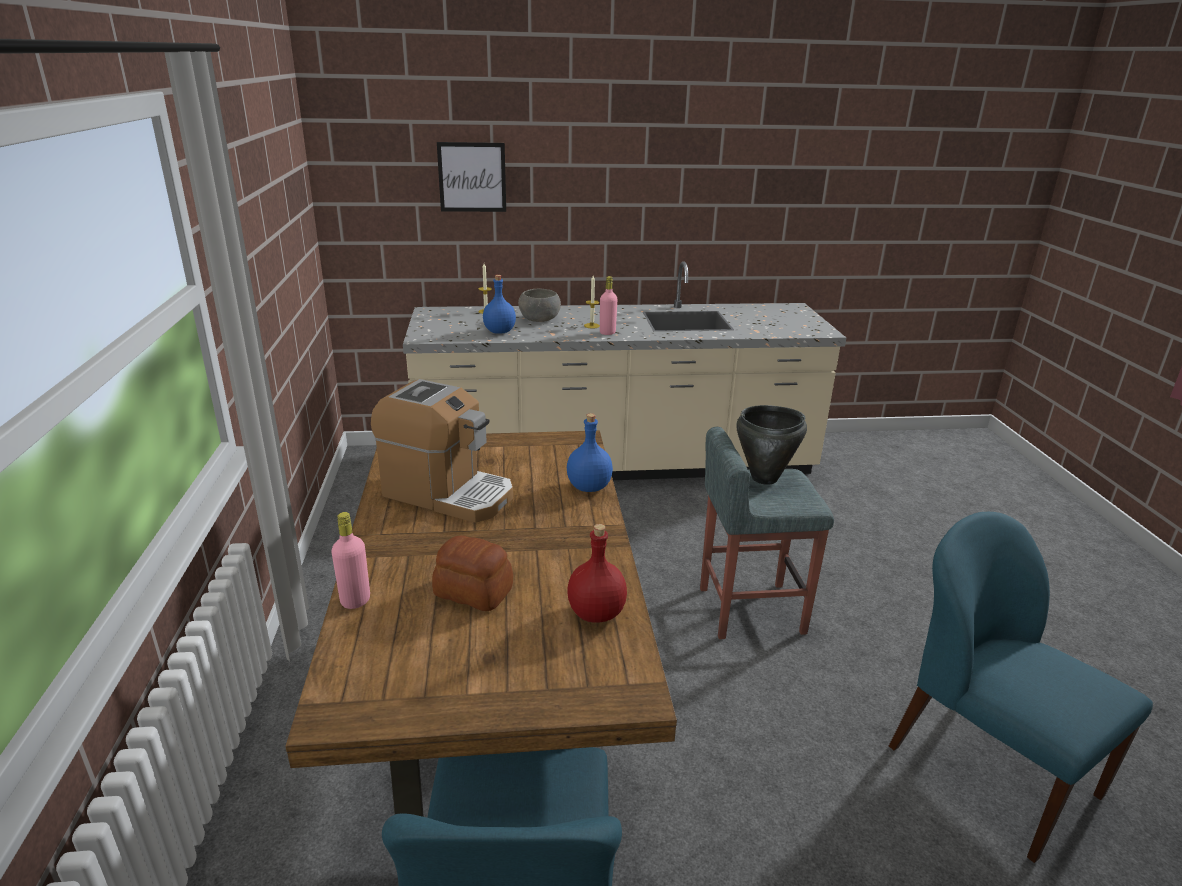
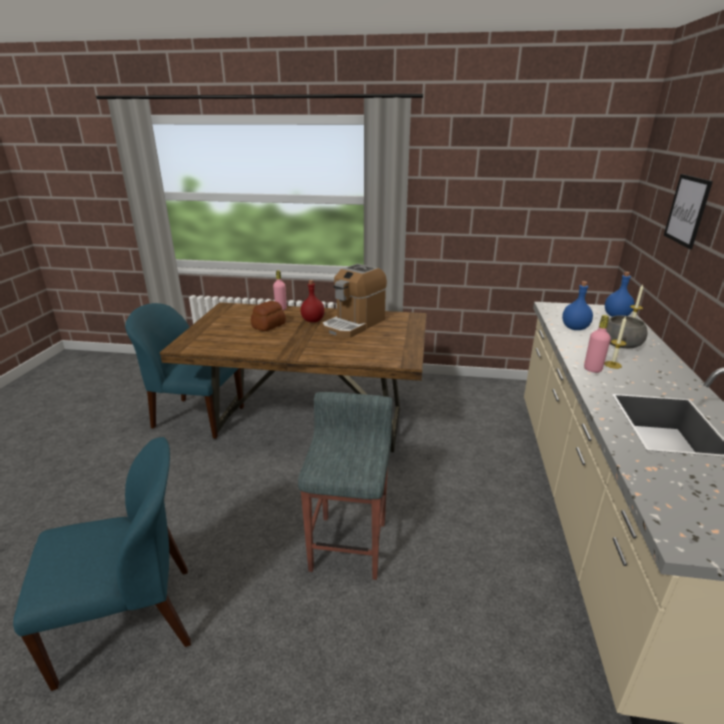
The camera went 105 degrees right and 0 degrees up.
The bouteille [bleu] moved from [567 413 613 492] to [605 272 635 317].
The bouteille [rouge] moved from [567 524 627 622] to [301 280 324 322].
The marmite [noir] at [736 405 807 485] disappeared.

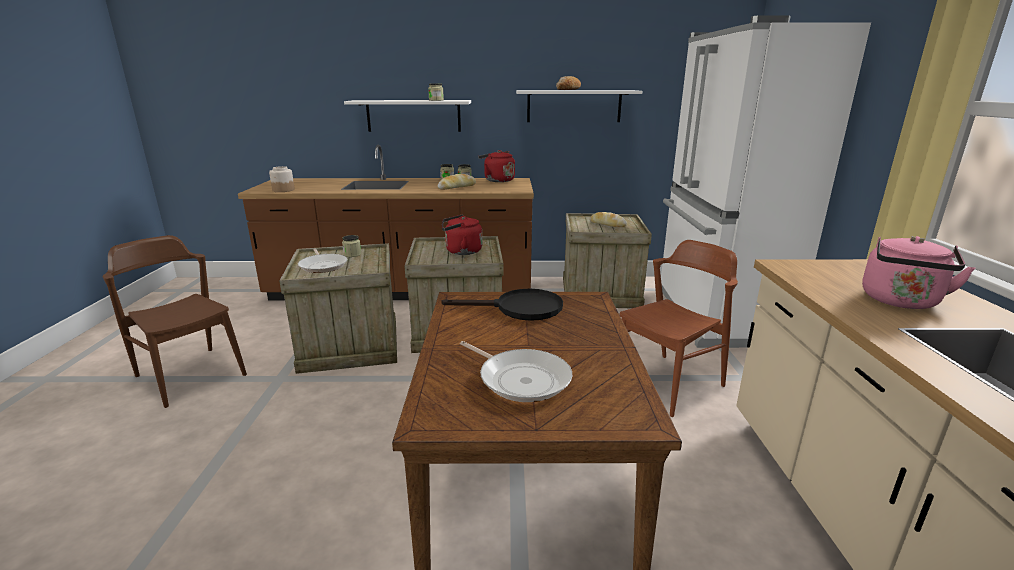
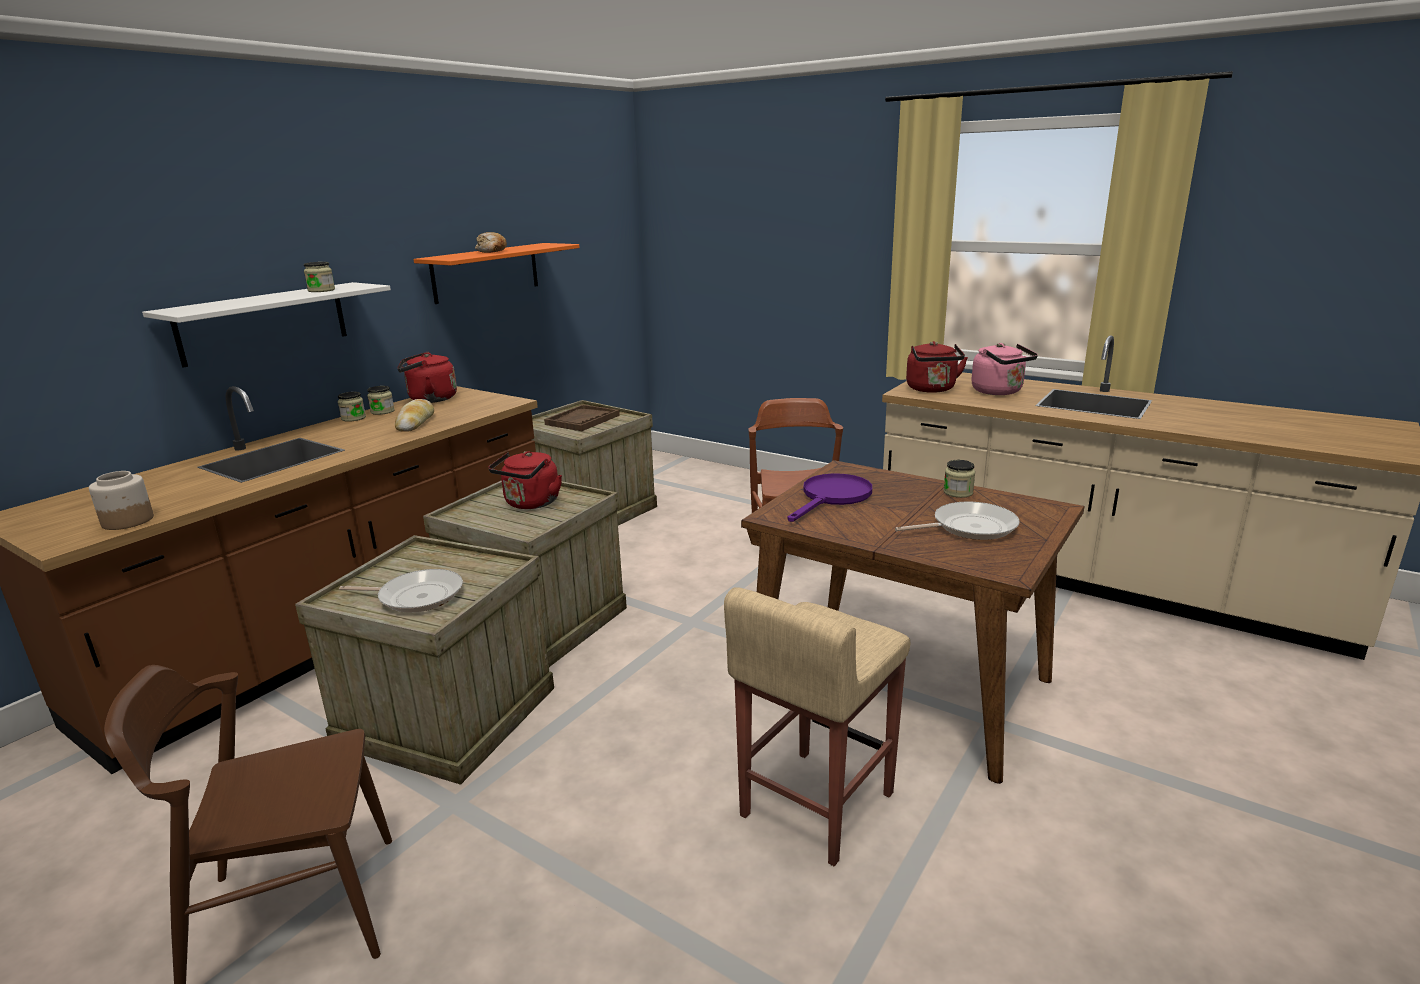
The camera went 55 degrees left and 0 degrees up.
The bocal moved from [342 235 361 257] to [943 460 975 498].
The poêle [noir] at [441 289 563 321] became the poêle [violet] at [787 473 872 522].
The étagère [blanc] at [516 90 642 122] became the étagère [orange] at [413 243 580 304].
The pain at [590 212 627 227] was replaced by the plateau [marron] at [544 404 620 431].
The réfrigérateur [blanc] at [661 16 871 348] disappeared.
The tabouret [beige] at [724 587 910 867] appeared.
The bouilloire [rouge] at [906 341 968 393] appeared.

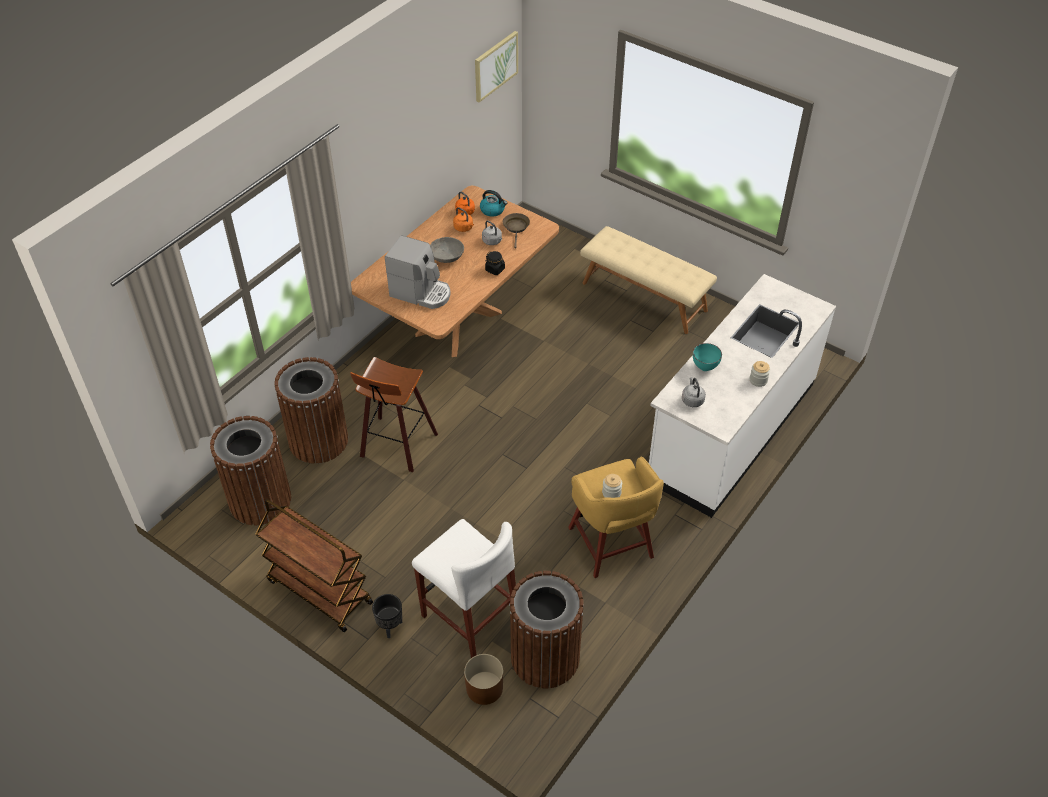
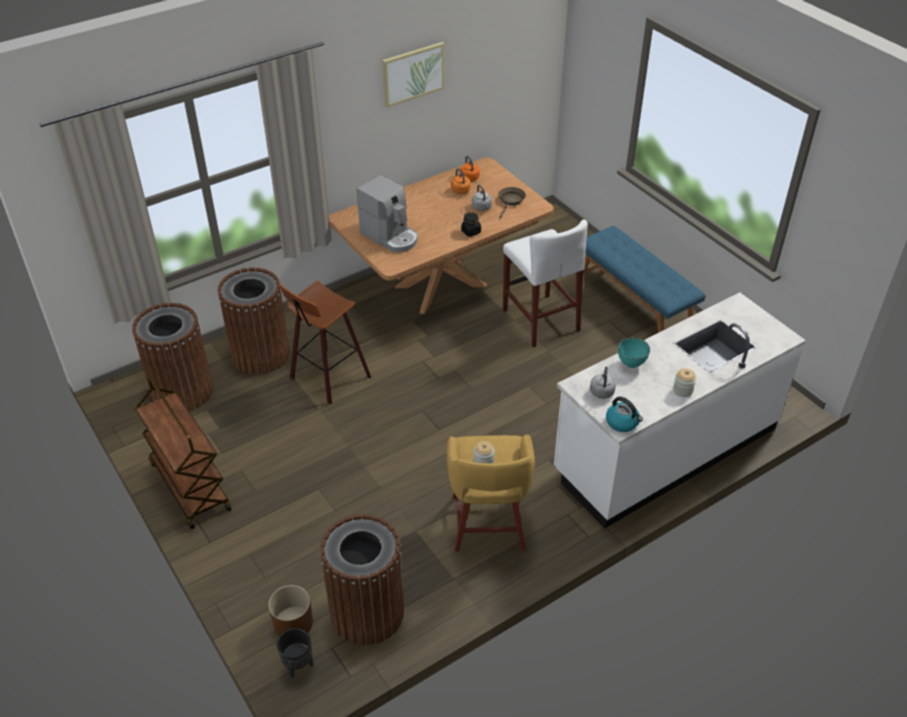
The camera went 20 degrees right and 5 degrees down.
The cache-pot [noir] moved from [372 594 402 638] to [277 628 313 679].
The tabouret [blanc] moved from [412 519 516 658] to [503 220 588 348].
The bol [gris] at [430 237 464 263] disappeared.
The tableau moved from [475 31 518 103] to [382 42 445 108].
The bouilloire moved from [480 190 507 217] to [606 397 643 432].
The banc [beige] at [580 226 717 334] became the banc [bleu] at [583 226 706 333].

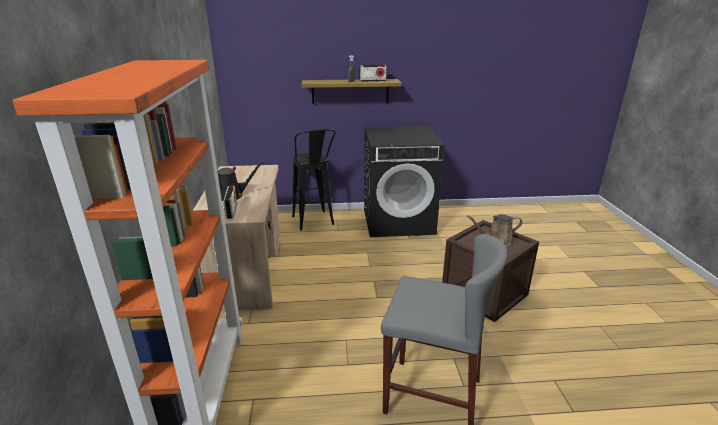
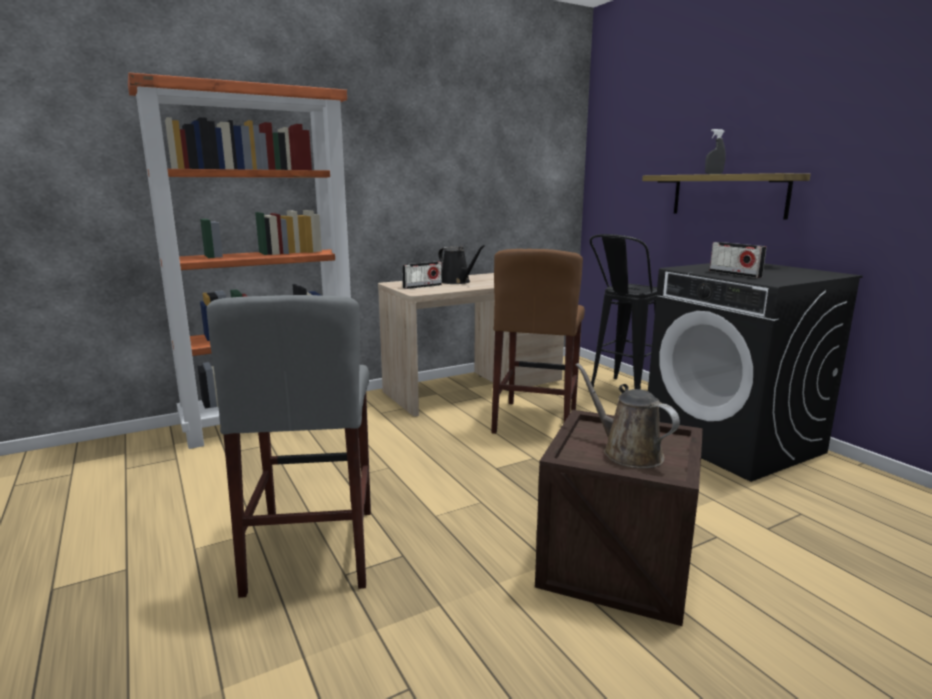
The camera went 65 degrees right and 10 degrees down.
The radio moved from [360 65 387 82] to [710 242 767 278].
The tabouret [marron] at [491 249 585 434] appeared.

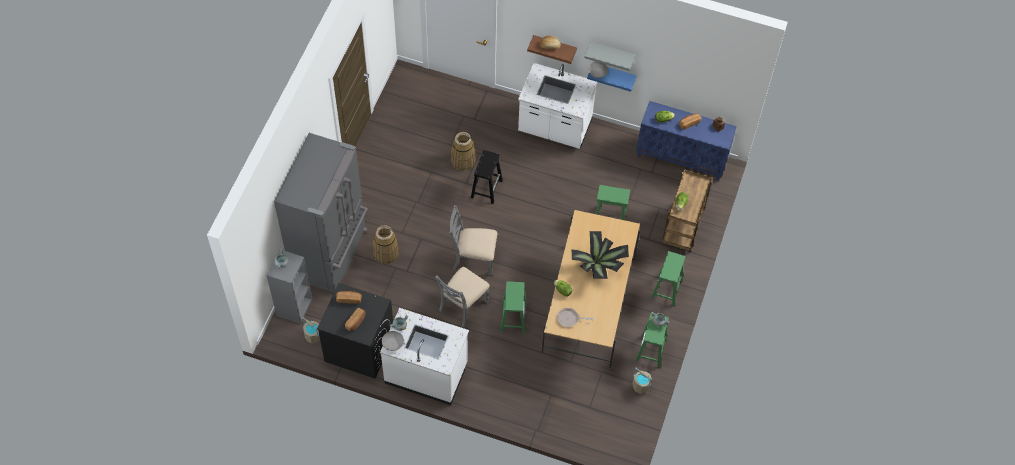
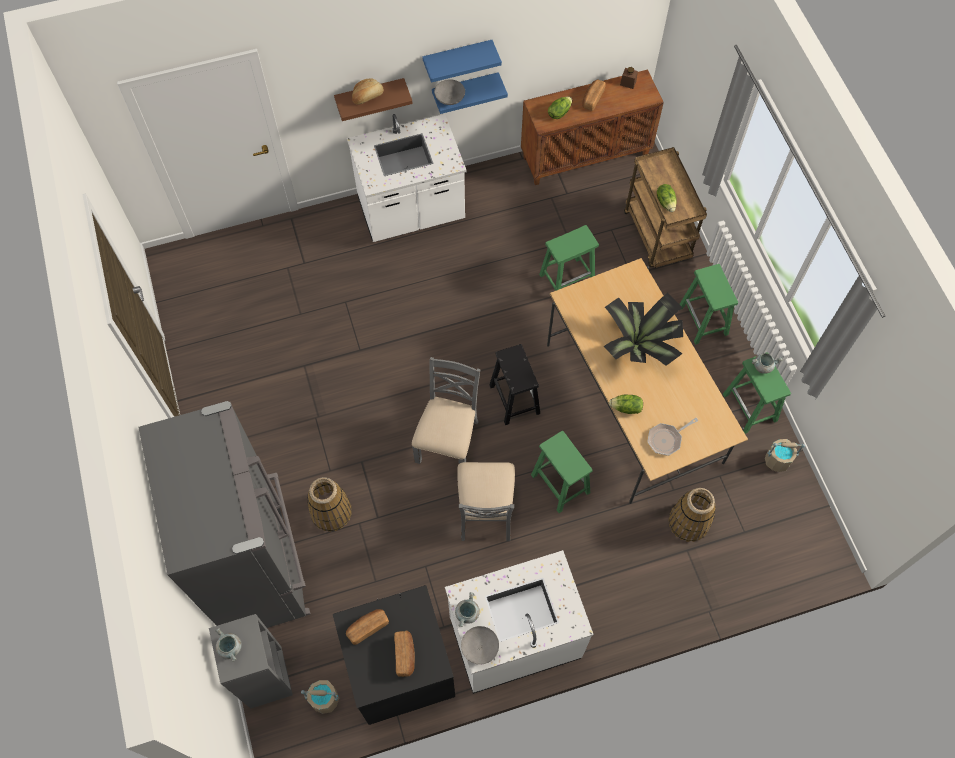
The camera went 35 degrees left and 5 degrees up.
The chaise [gris] at [449 205 497 276] turned 135 degrees clockwise.
The panier moved from [451 132 476 171] to [668 488 716 542].
The tabouret [noir] moved from [471 150 502 204] to [490 344 540 425].
The étagère [gris] at [585 42 635 71] became the étagère [bleu] at [422 40 502 83].
The meuble de rangement [bleu] at [636 101 737 181] became the meuble de rangement [marron] at [521 69 664 185].

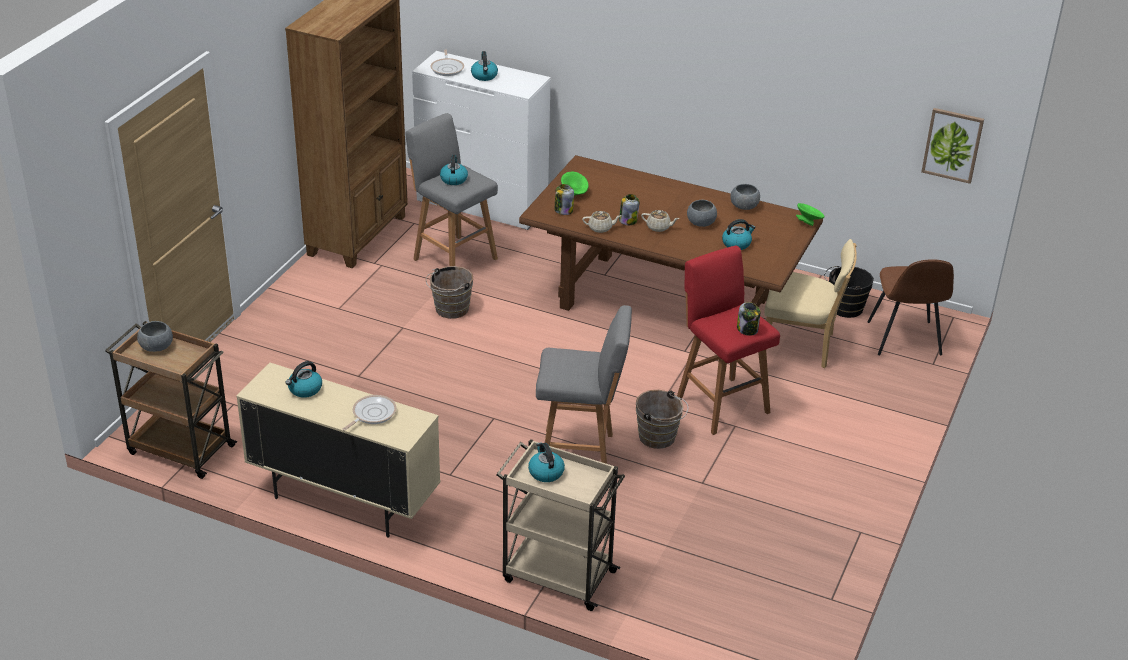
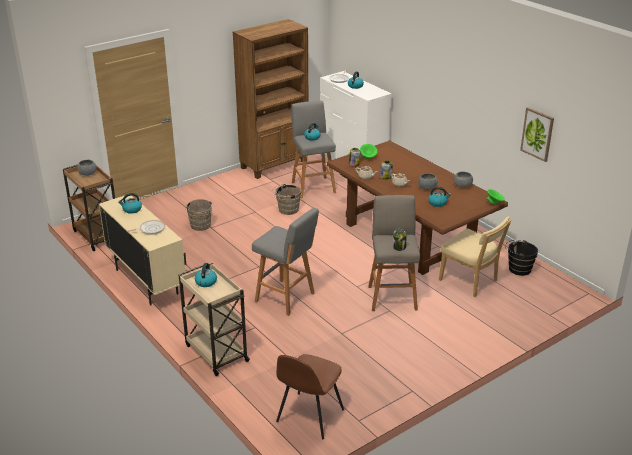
The camera went 30 degrees right and 5 degrees down.
The seau [marron] moved from [636 390 689 449] to [186 199 213 231].
The tabouret [rouge] at [677 246 780 435] became the tabouret [gris] at [368 195 420 311].
The chaise [marron] moved from [867 259 954 356] to [276 354 344 439].
The tableau moved from [921 108 984 184] to [520 107 554 162].

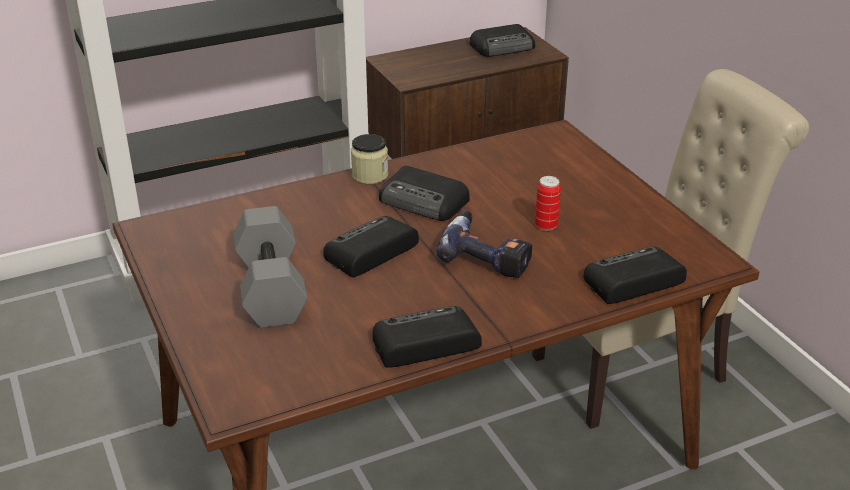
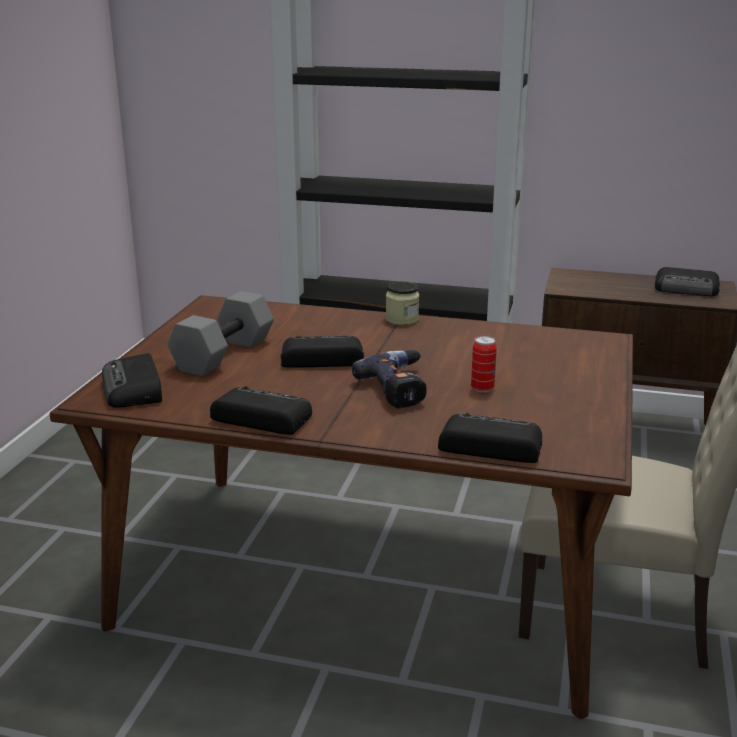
The camera went 40 degrees right and 10 degrees down.
The radio moved from [379 166 470 221] to [102 353 162 408].

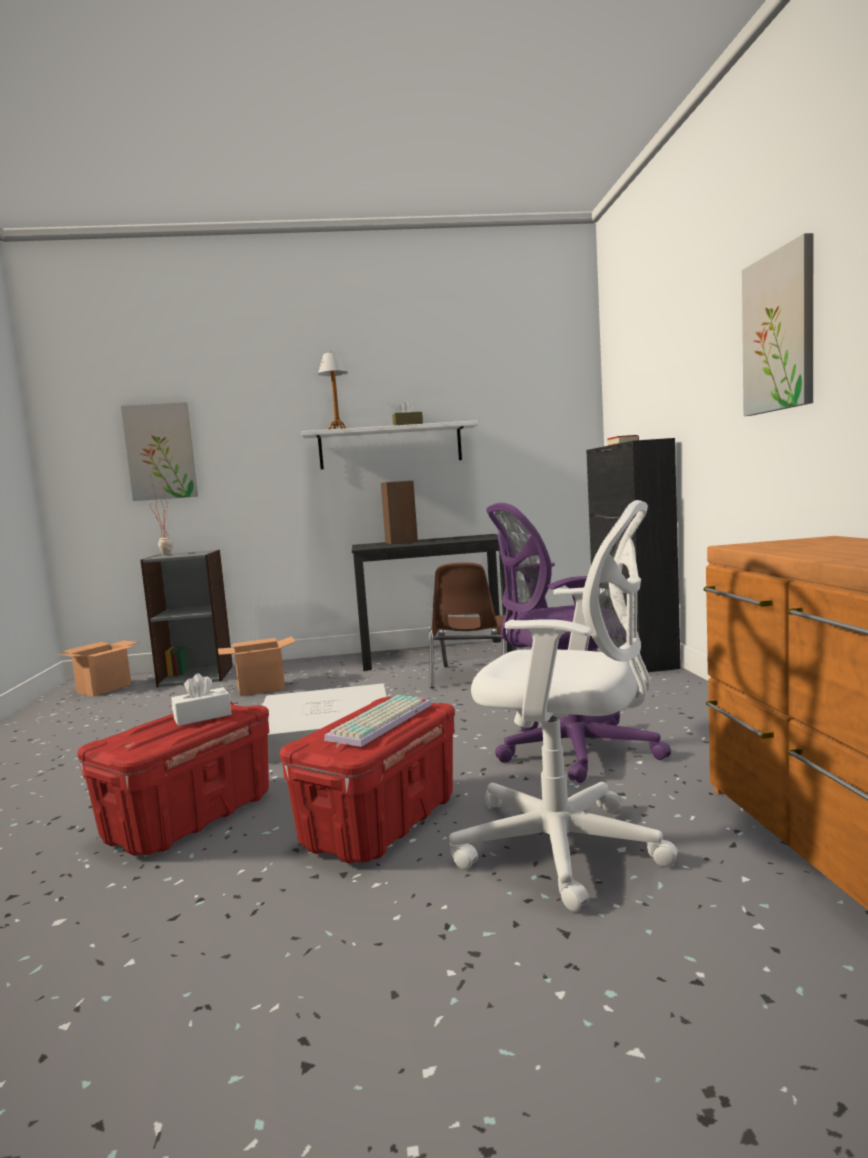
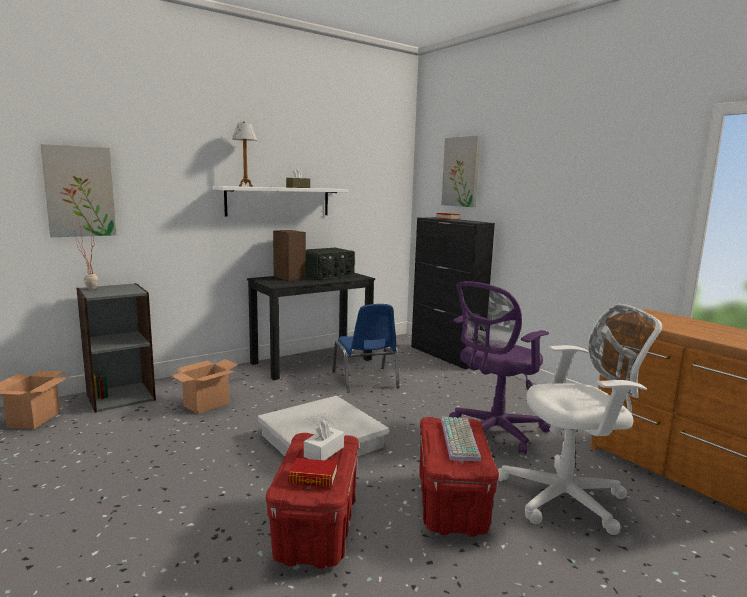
The camera went 30 degrees left and 5 degrees up.
The chaise [marron] at [429 562 517 688] became the chaise [bleu] at [332 304 399 393].
The tableau moved from [742 233 813 416] to [441 136 481 207].
The livre at [288 458 337 487] appeared.
The radio at [306 248 355 279] appeared.

